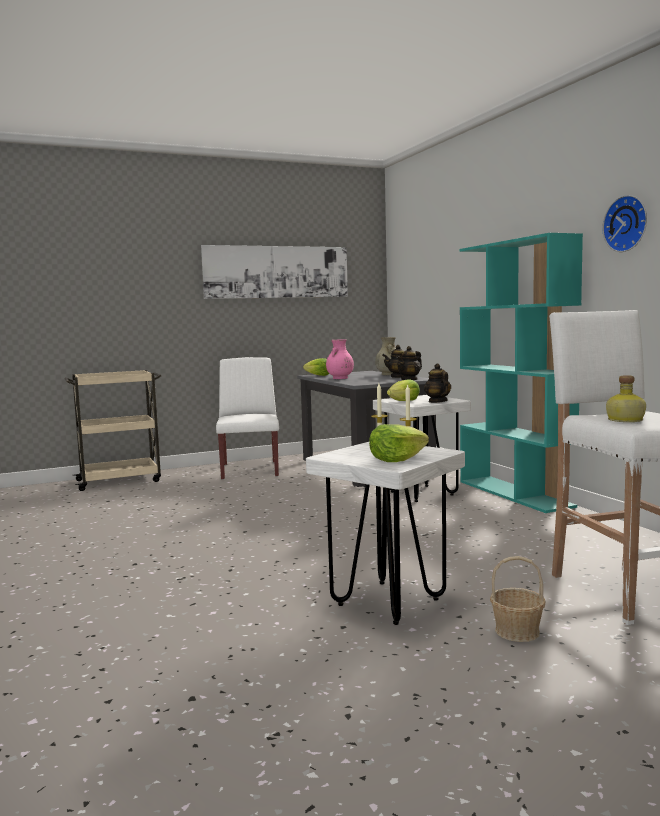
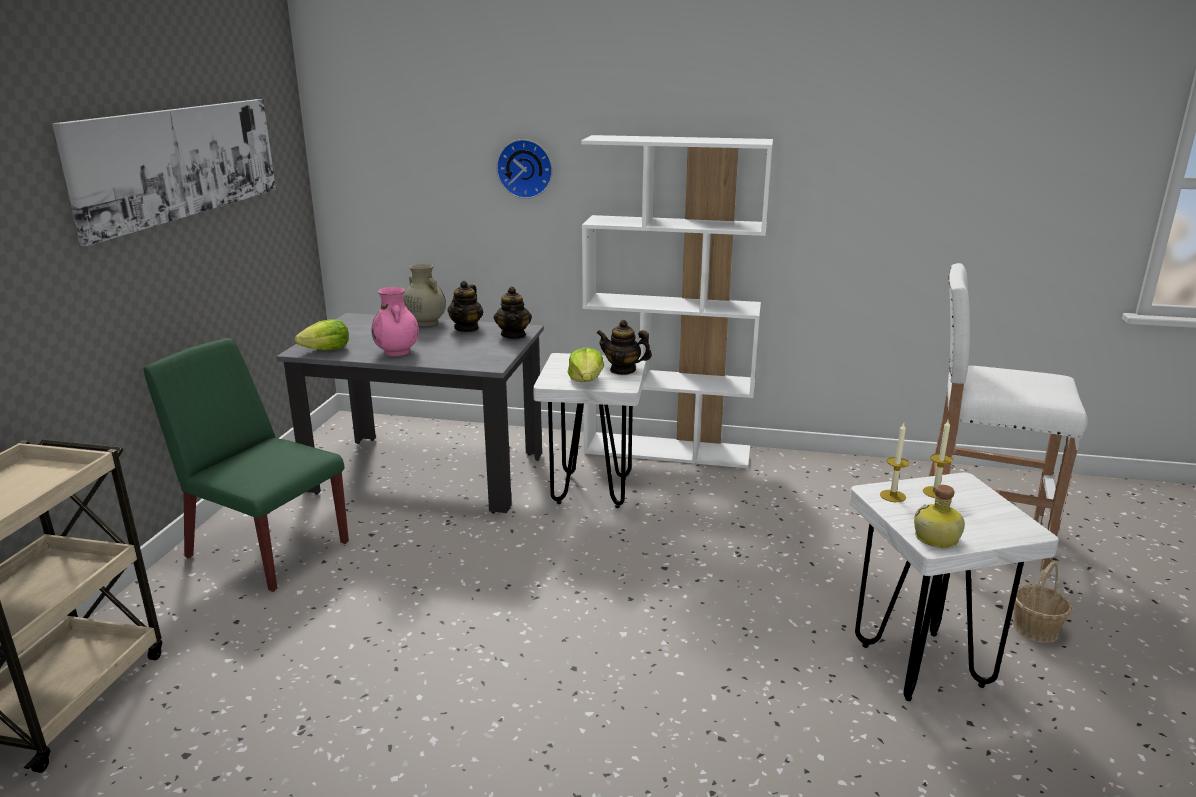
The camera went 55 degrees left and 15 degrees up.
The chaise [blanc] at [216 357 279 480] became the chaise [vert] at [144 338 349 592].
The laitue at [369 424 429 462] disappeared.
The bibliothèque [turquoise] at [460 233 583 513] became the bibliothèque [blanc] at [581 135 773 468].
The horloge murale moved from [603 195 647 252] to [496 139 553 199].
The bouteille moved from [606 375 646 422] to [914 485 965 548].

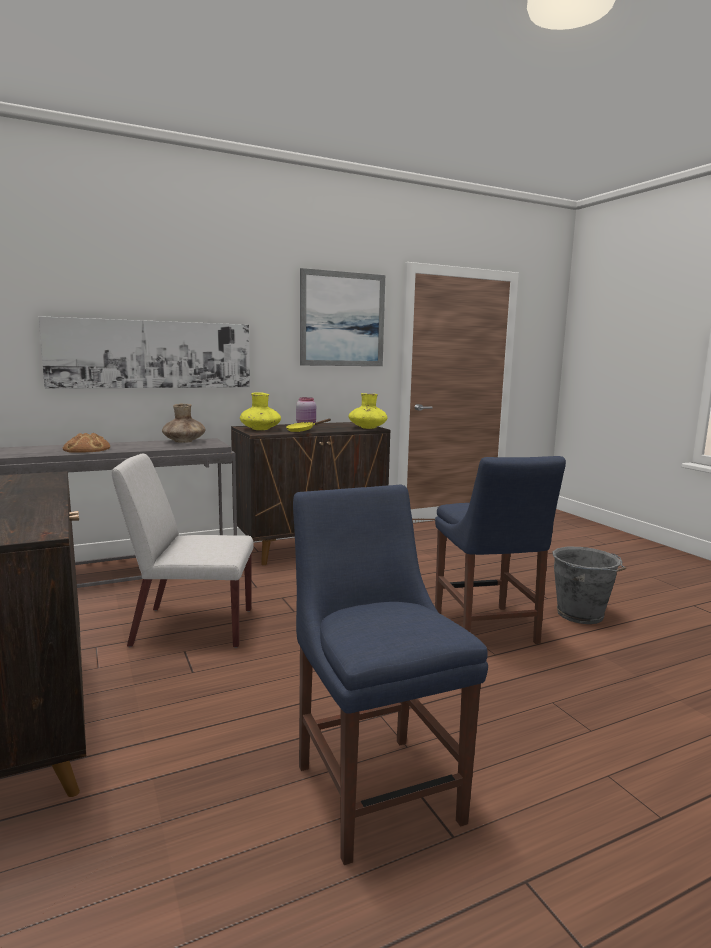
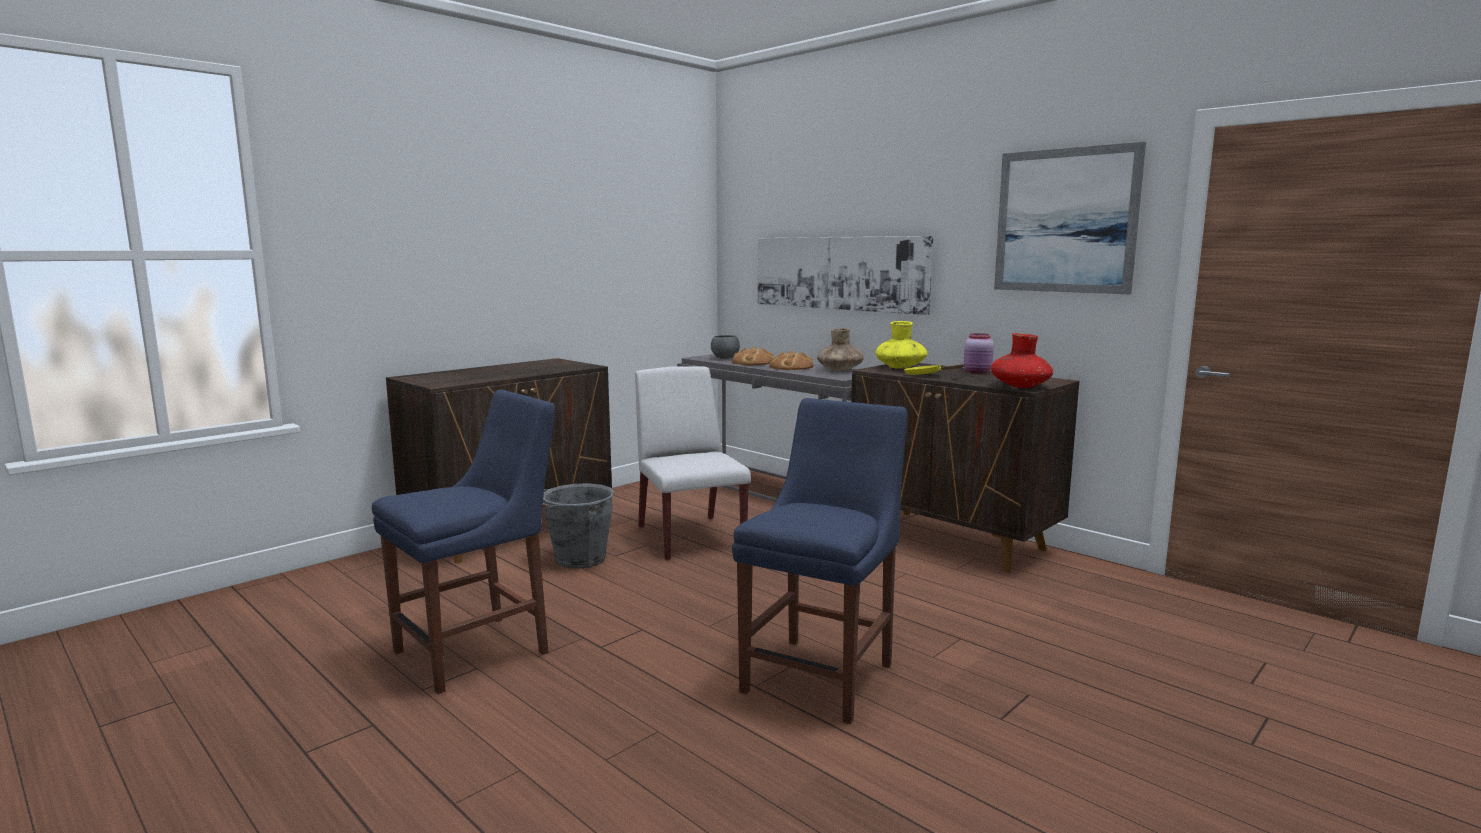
The camera went 70 degrees right and 0 degrees up.
The vase [jaune] at [349 393 388 429] became the vase [rouge] at [991 333 1053 388].
The chaise [bleu] at [435 456 566 644] turned 150 degrees clockwise.
The seau [gris] moved from [552 547 626 624] to [543 483 615 569].
The bol [gris] at [711 335 740 359] appeared.
The pain at [769 351 814 370] appeared.

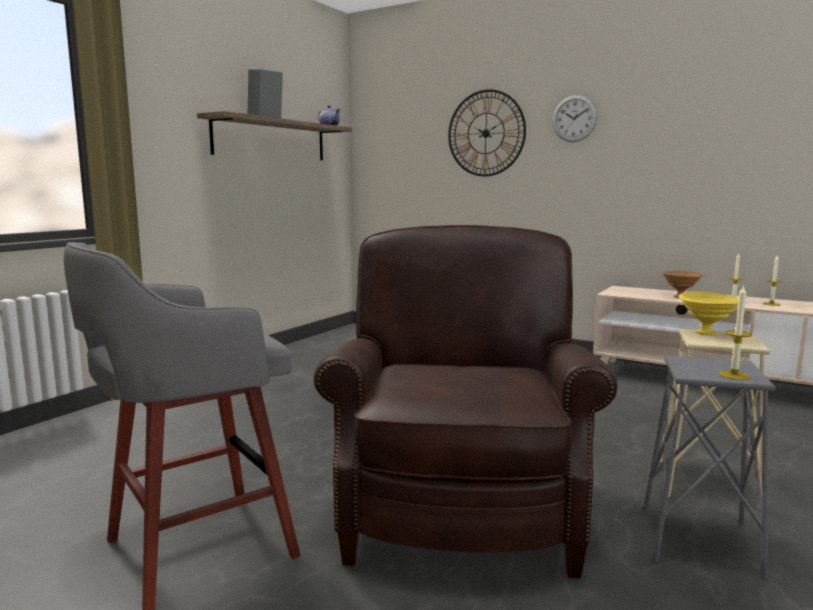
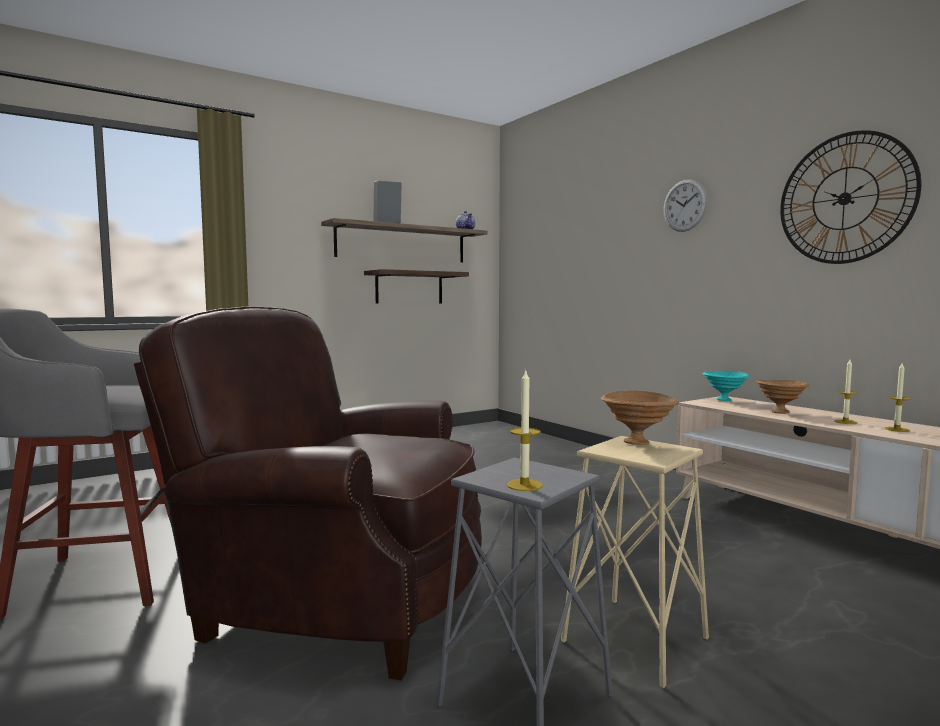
The camera went 25 degrees right and 5 degrees down.
The fauteuil [marron] at [314 225 618 578] turned 105 degrees counterclockwise.
The horloge murale moved from [448 89 526 176] to [780 130 921 264].
The bol [jaune] at [679 291 739 335] became the bol [marron] at [601 390 679 445].
The étagère at [364 269 469 304] appeared.
The bol [turquoise] at [702 371 750 401] appeared.

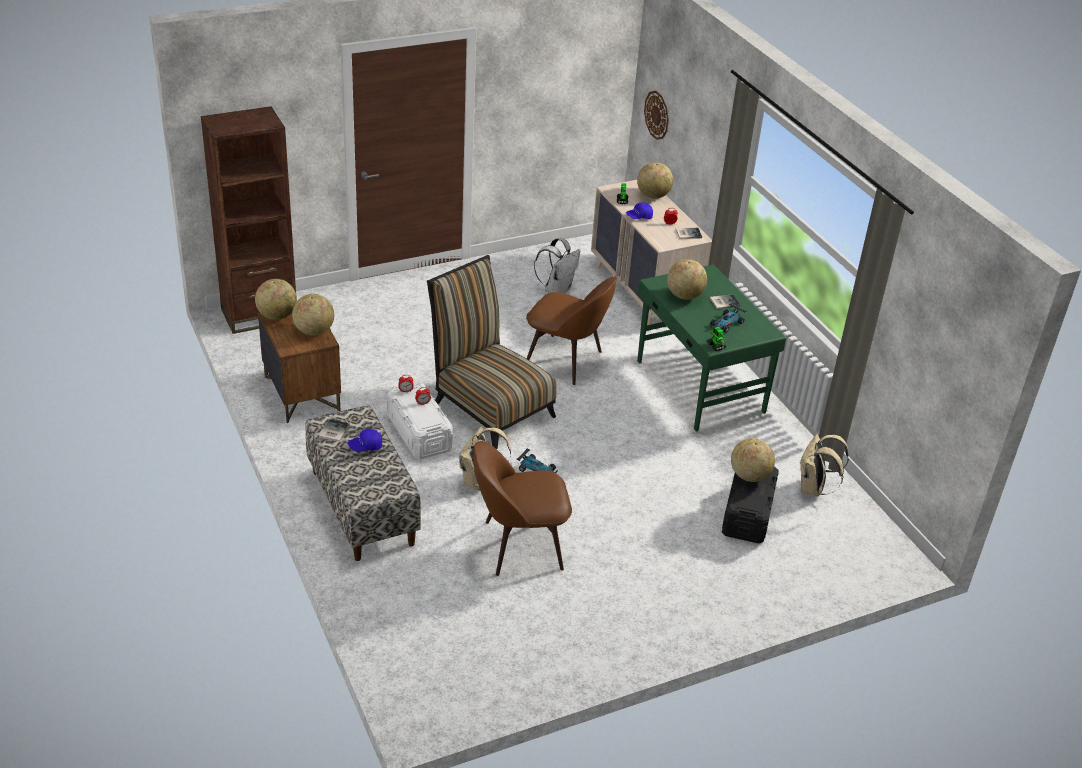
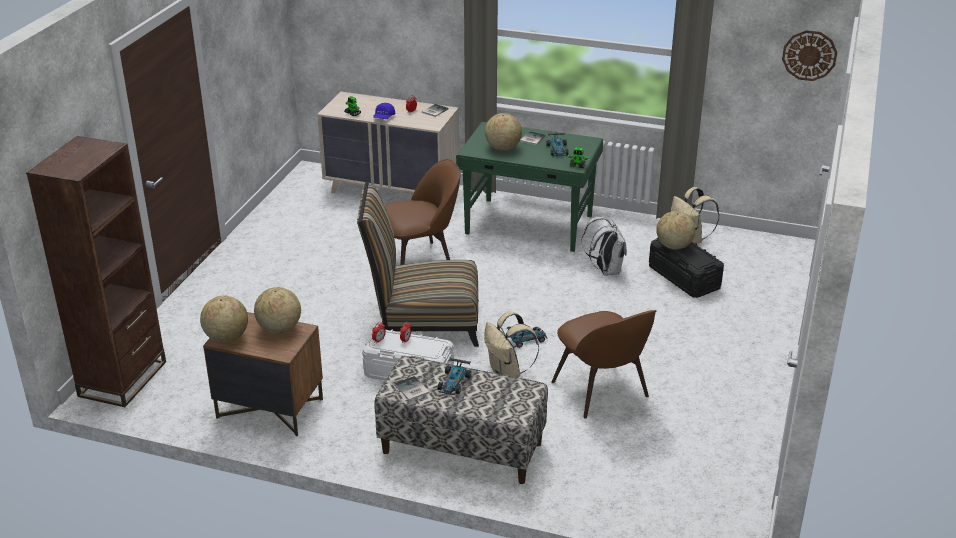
The camera went 45 degrees left and 5 degrees down.
The casquette [bleu] at [348 429 382 452] was replaced by the petite voiture at [437 357 471 395].
The chaise [marron] at [474 441 572 576] turned 60 degrees counterclockwise.
The sac à dos [blanc] moved from [534 238 580 293] to [581 217 627 276].
The globe at [637 162 673 199] disappeared.
The horloge murale moved from [644 91 669 140] to [782 30 837 81].

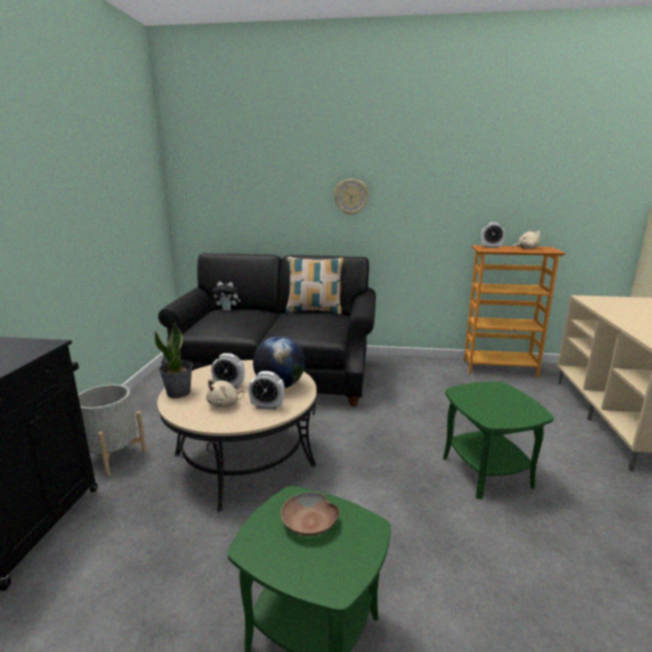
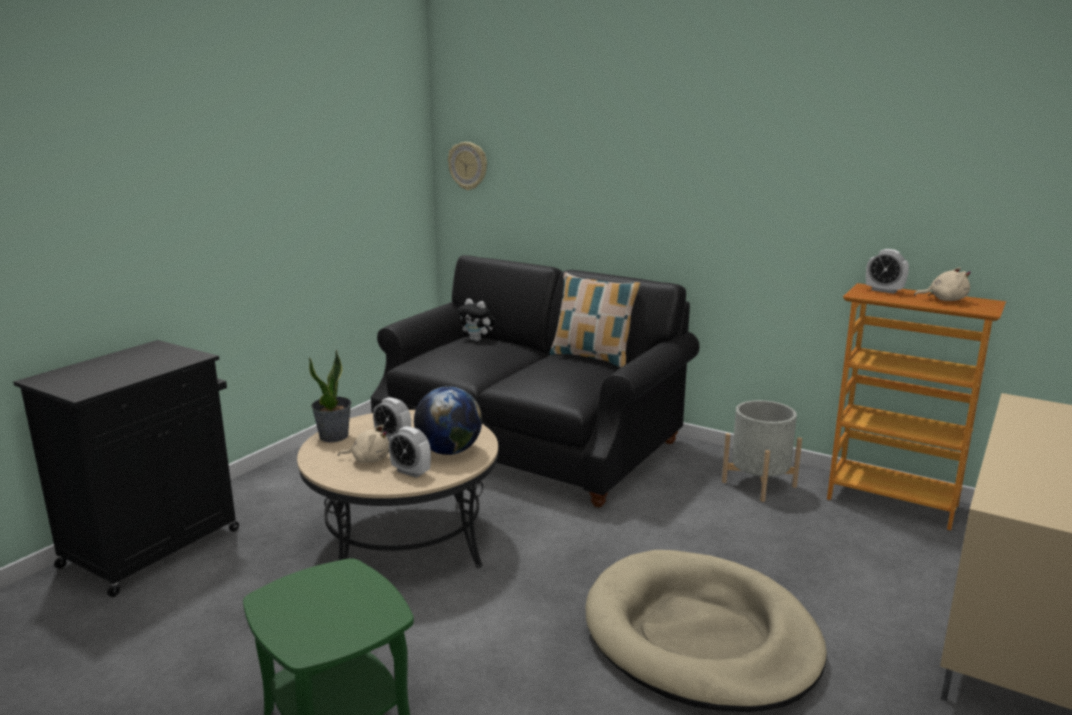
The camera went 25 degrees right and 0 degrees up.
The cache-pot [gris] moved from [78 384 147 476] to [722 400 802 502].
The peluche [beige] at [206 379 244 407] turned 150 degrees counterclockwise.
The bol [marron] at [281 492 339 536] disappeared.
The horloge murale moved from [334 179 369 215] to [448 142 487 190].
The table d'appoint [vert] at [443 382 554 499] was replaced by the panier pour chien [beige] at [585 550 827 712].

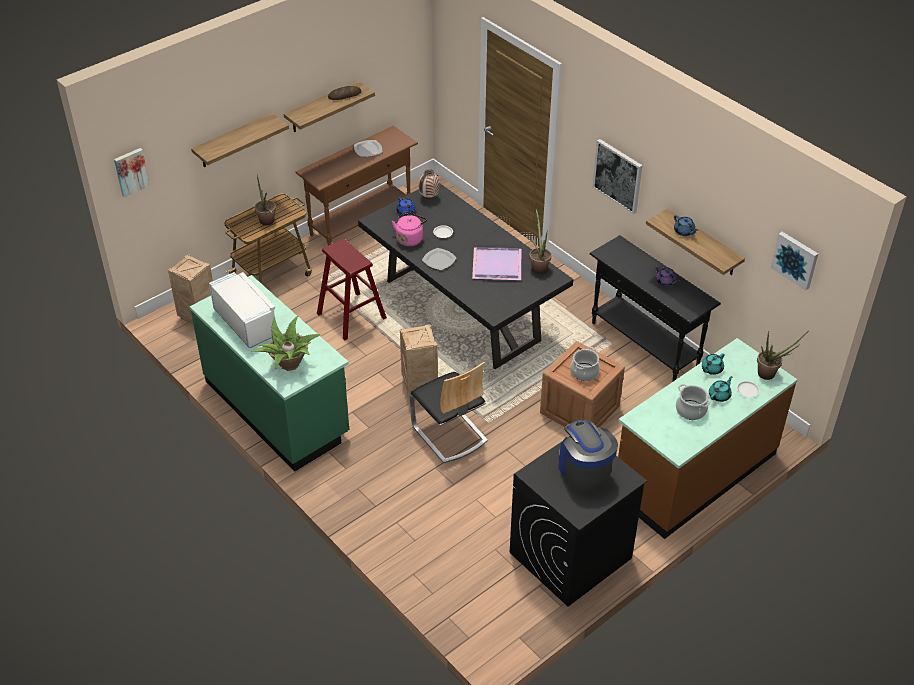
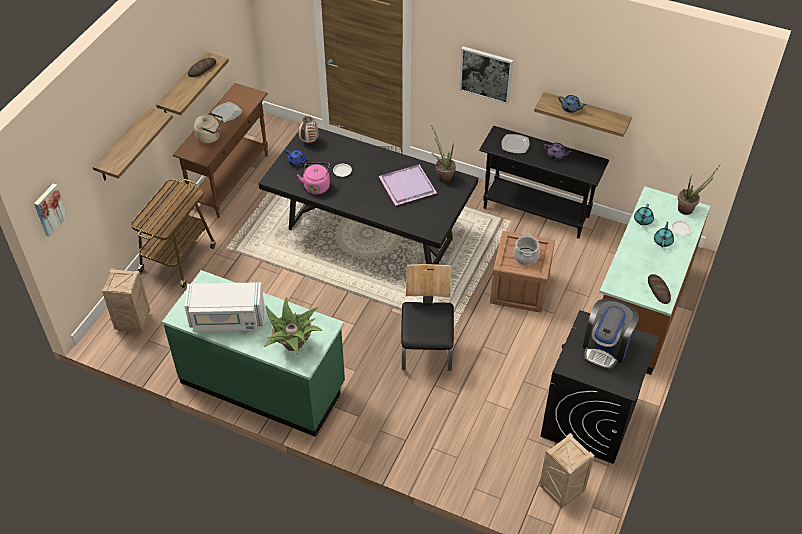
The camera went 25 degrees left and 5 degrees up.
The micro-ondes [blanc] at [209 272 275 349] turned 150 degrees clockwise.
The plante en pot at [255 176 276 225] disappeared.
The tabouret [rouge] at [317 239 387 340] disappeared.
The caisse moved from [400 324 438 397] to [539 433 595 509].
The chaise at [410 362 488 463] turned 120 degrees counterclockwise.
The assiette moved from [422 248 457 270] to [502 134 530 153].
The machine à café at [558 420 618 492] turned 105 degrees counterclockwise.
The marmite at [676 384 710 420] disappeared.
The tableau at [771 232 818 290] disappeared.
The bouilloire [beige] at [194 113 223 144] appeared.
The pain at [648 274 671 304] appeared.

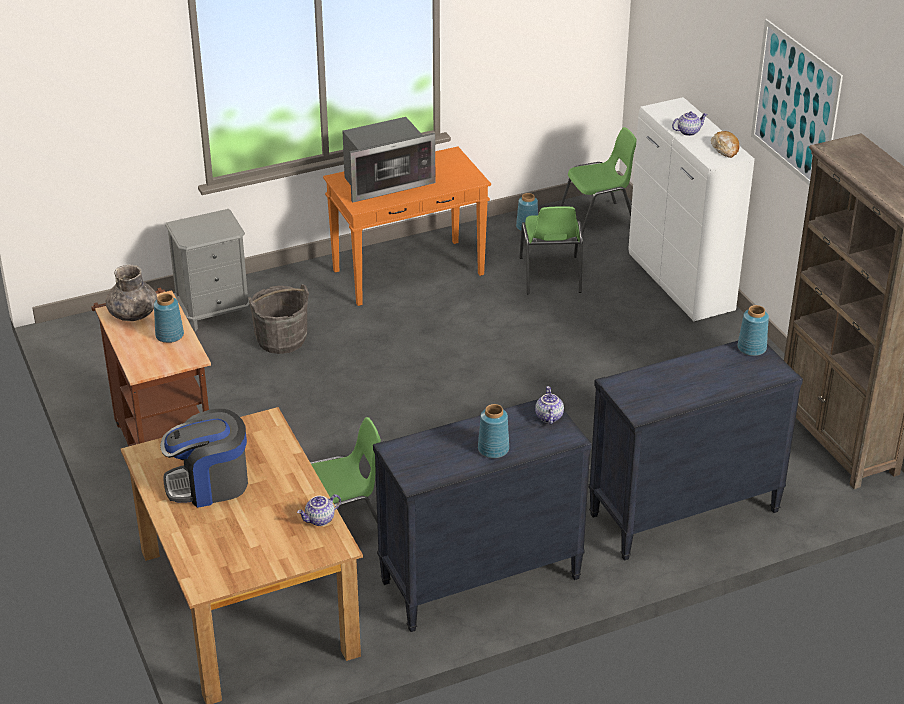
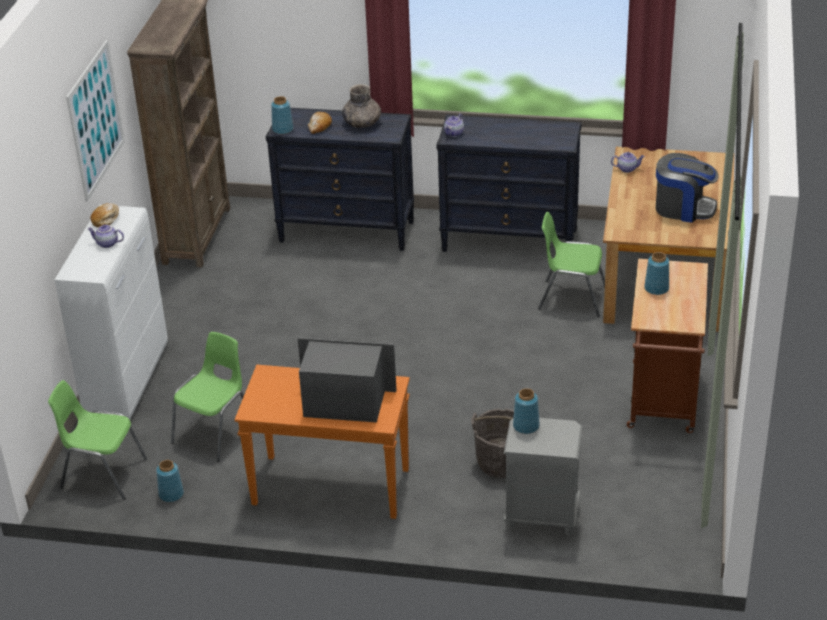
The camera went 145 degrees left and 0 degrees up.
The vase [gris] moved from [106 265 157 321] to [342 84 381 128].
The vase [bleu] moved from [478 404 509 458] to [513 388 540 434].
The pain at [308 112 332 134] appeared.

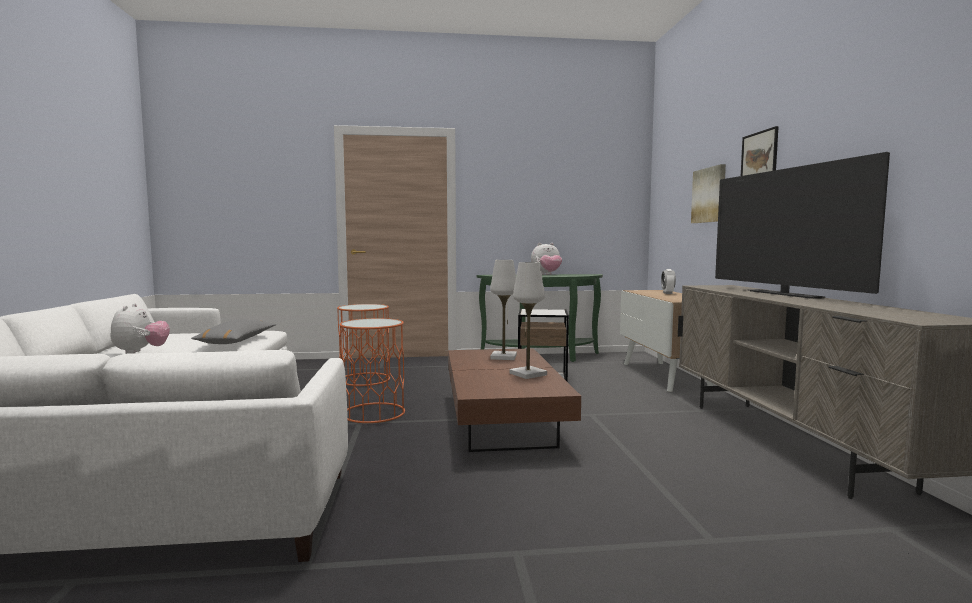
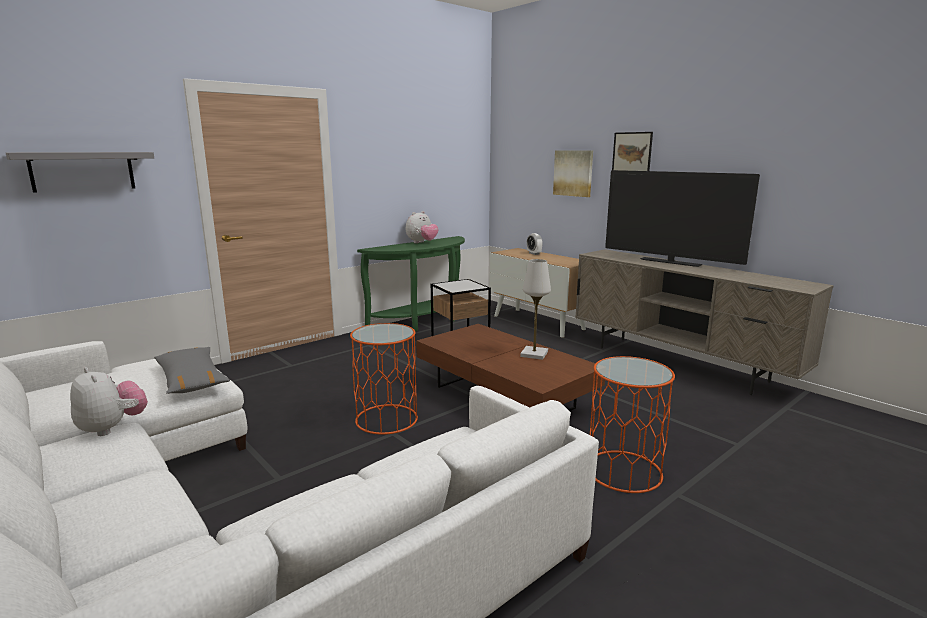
The camera went 35 degrees left and 10 degrees up.
The table d'appoint [orange] moved from [337 304 390 386] to [590 356 675 493].
The lampe de table [blanc] at [490 260 517 360] disappeared.
The étagère [gris] at [6 152 154 193] appeared.

